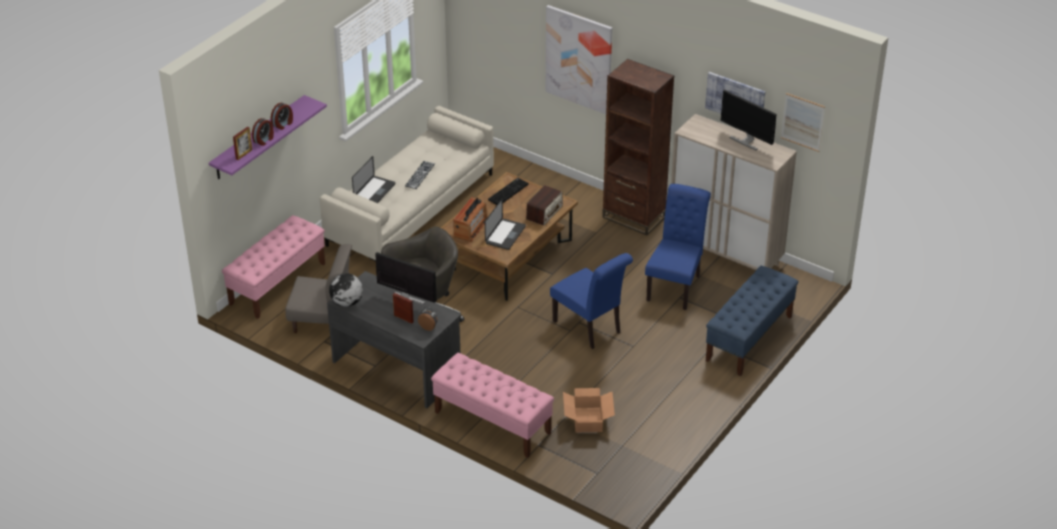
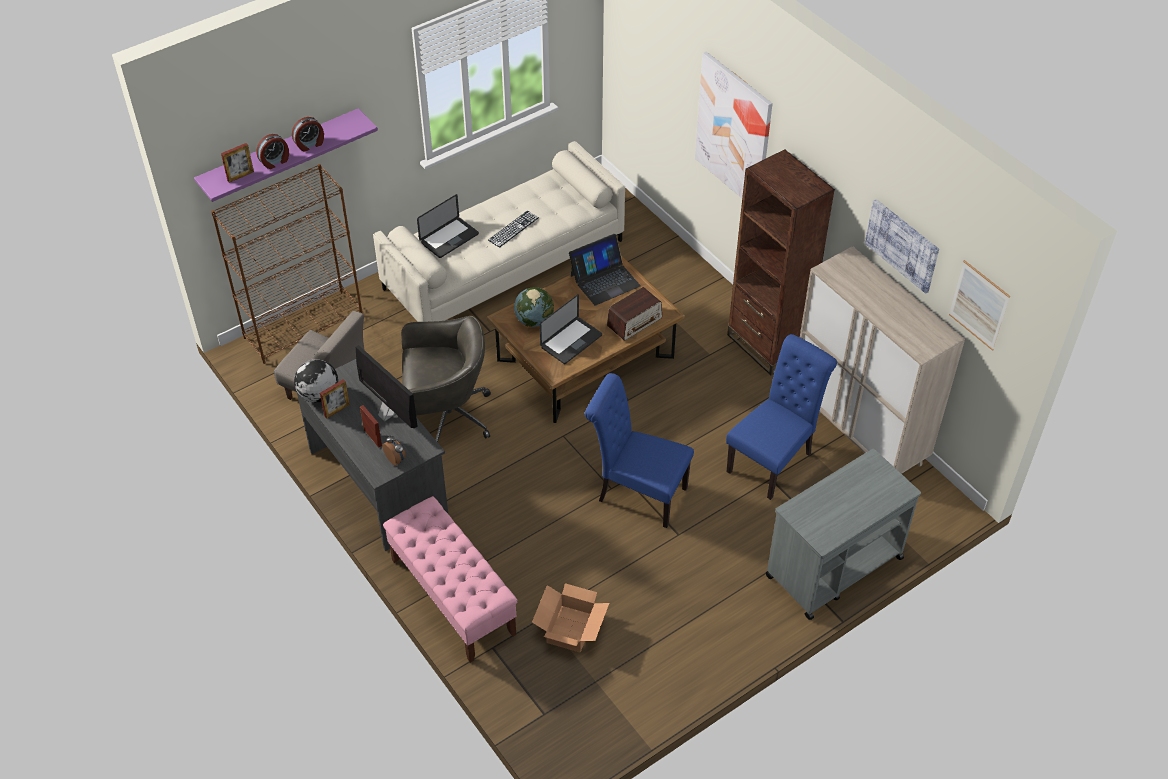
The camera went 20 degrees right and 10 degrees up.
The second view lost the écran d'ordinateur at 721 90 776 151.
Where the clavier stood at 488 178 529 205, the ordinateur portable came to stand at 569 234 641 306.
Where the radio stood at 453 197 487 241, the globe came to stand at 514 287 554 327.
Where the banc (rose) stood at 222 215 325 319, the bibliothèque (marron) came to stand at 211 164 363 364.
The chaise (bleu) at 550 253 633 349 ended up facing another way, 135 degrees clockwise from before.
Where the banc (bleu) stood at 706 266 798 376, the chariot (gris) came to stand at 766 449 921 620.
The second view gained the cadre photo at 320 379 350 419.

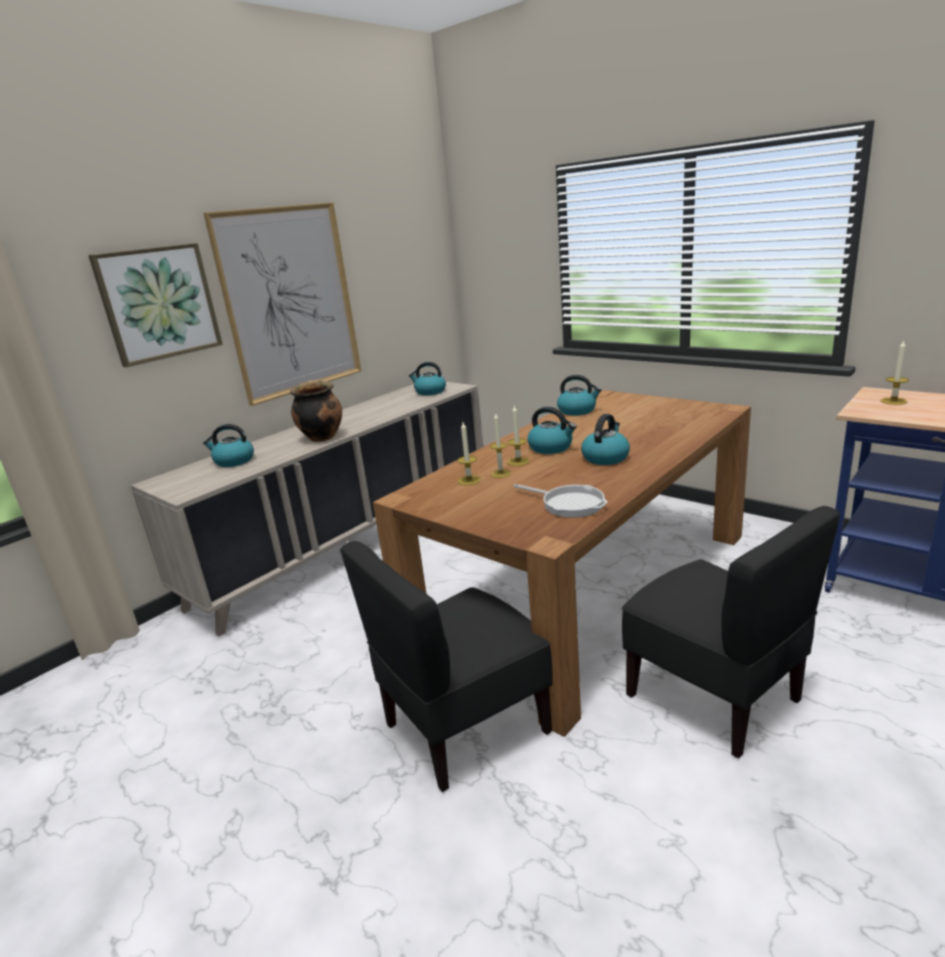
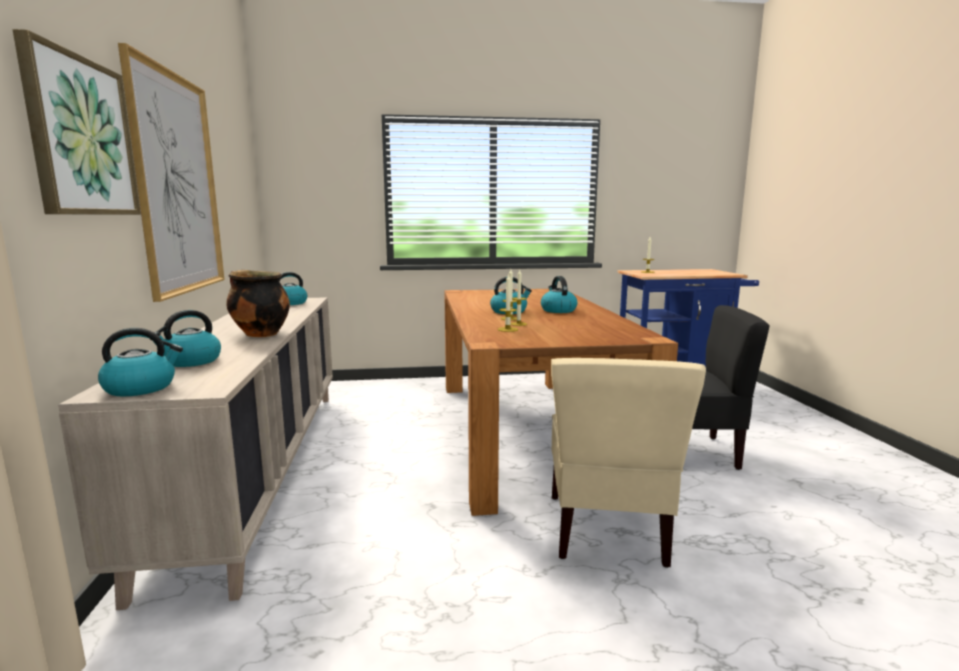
The camera went 50 degrees left and 10 degrees down.
The bouilloire ended up elsewhere, having gone from 557 375 602 416 to 98 328 183 396.
The second view lost the poêle at 513 484 608 518.
What was the chaise (noir) at 340 541 553 792 turned into the chaise (beige) at 551 358 706 568.

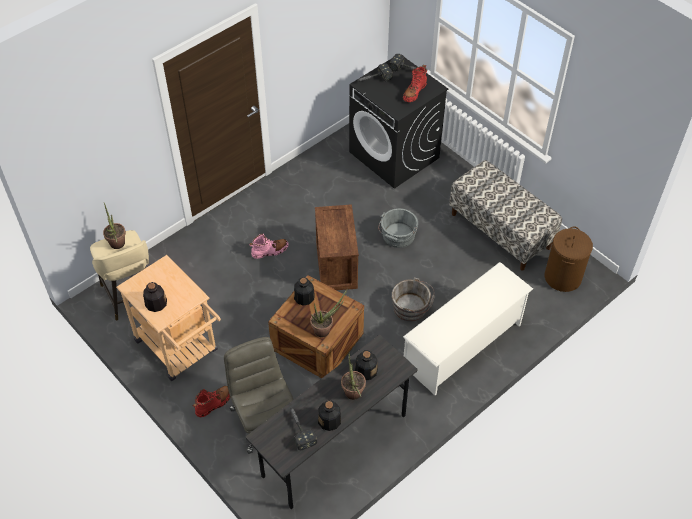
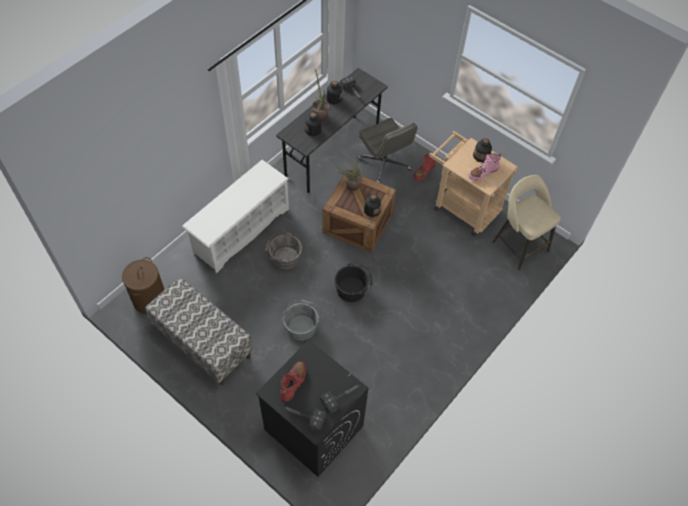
The camera went 170 degrees right and 5 degrees up.
The second view lost the plante en pot at 103 203 126 249.
Where the caisse stood at 315 204 359 290, the seau (noir) came to stand at 334 264 373 302.
The botte (rose) ended up elsewhere, having gone from 249 234 289 259 to 468 153 503 181.

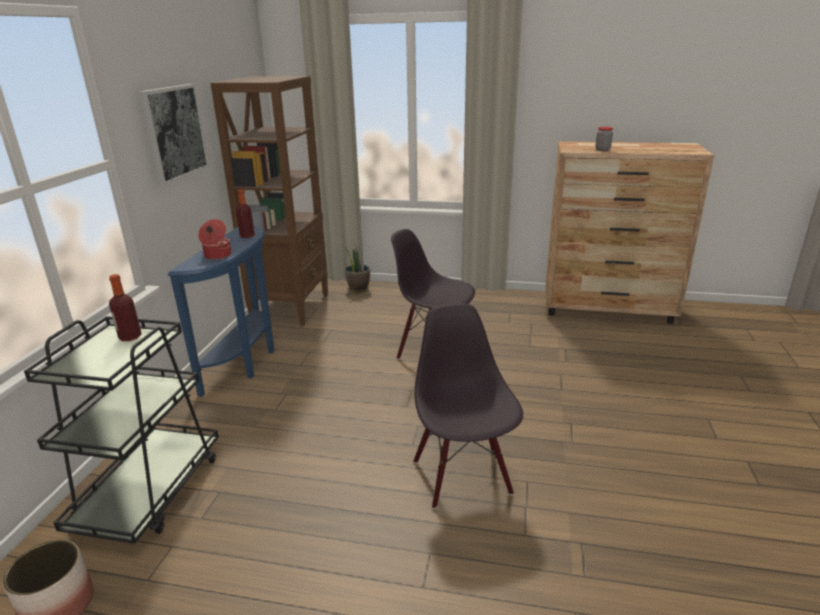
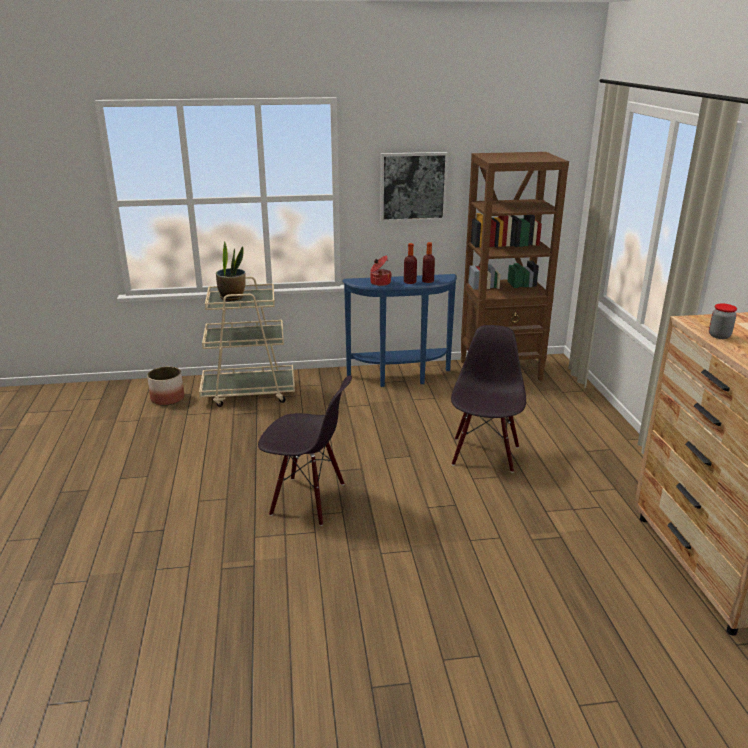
The camera went 70 degrees right and 0 degrees up.
The plante en pot ended up elsewhere, having gone from 344 244 370 293 to 216 241 246 301.
The bouteille ended up elsewhere, having gone from 109 274 142 341 to 404 243 417 284.
The chaise (noir) at 414 303 523 509 ended up facing another way, 45 degrees clockwise from before.
What was the chariot (noir) at 24 316 219 544 turned into the chariot (beige) at 199 277 295 407.

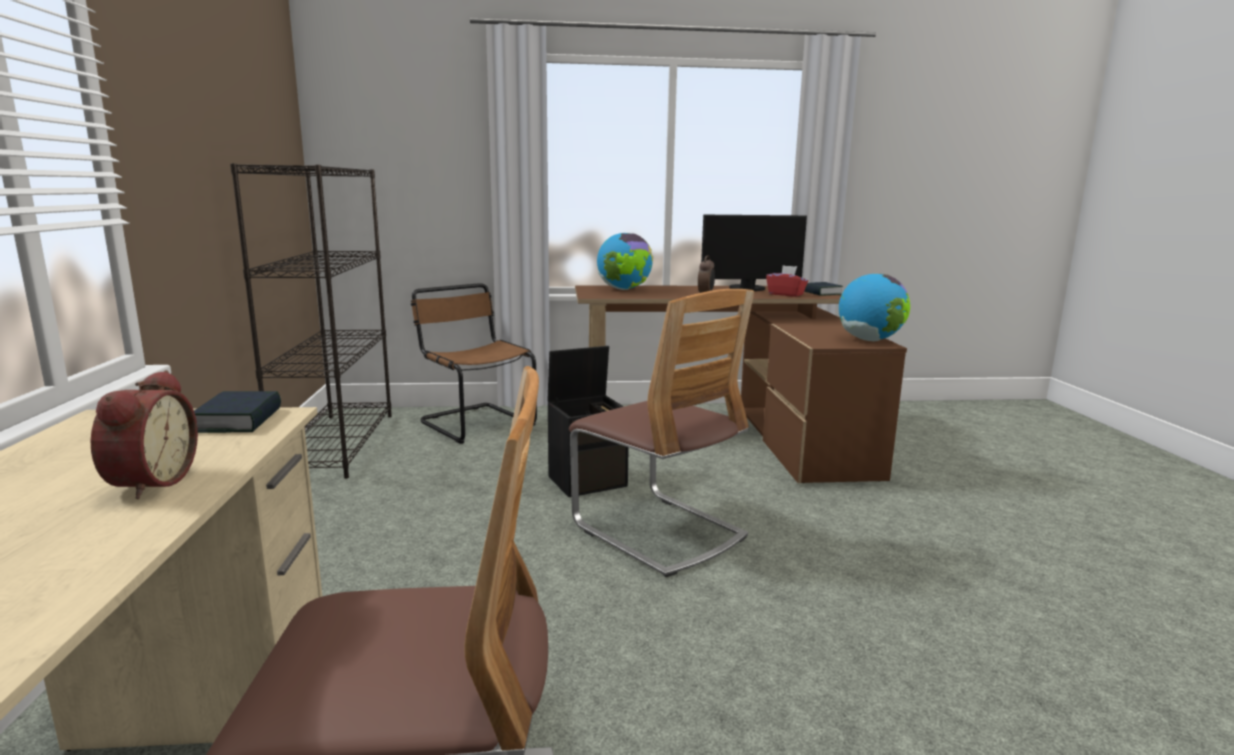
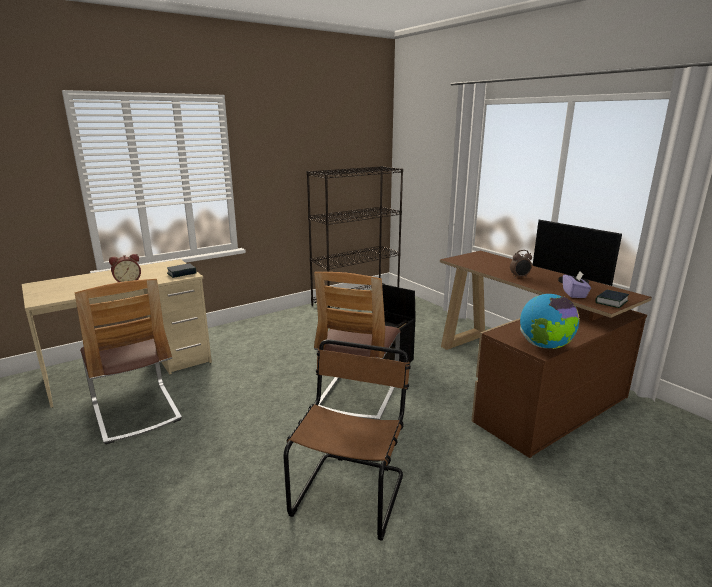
The camera went 60 degrees right and 5 degrees up.
The second view lost the globe at 597 233 653 290.
What was the boîte à mouchoirs (rouge) at 766 265 808 297 turned into the boîte à mouchoirs (violet) at 563 271 591 298.
The chaise (marron) ended up elsewhere, having gone from 411 283 537 444 to 284 339 411 540.

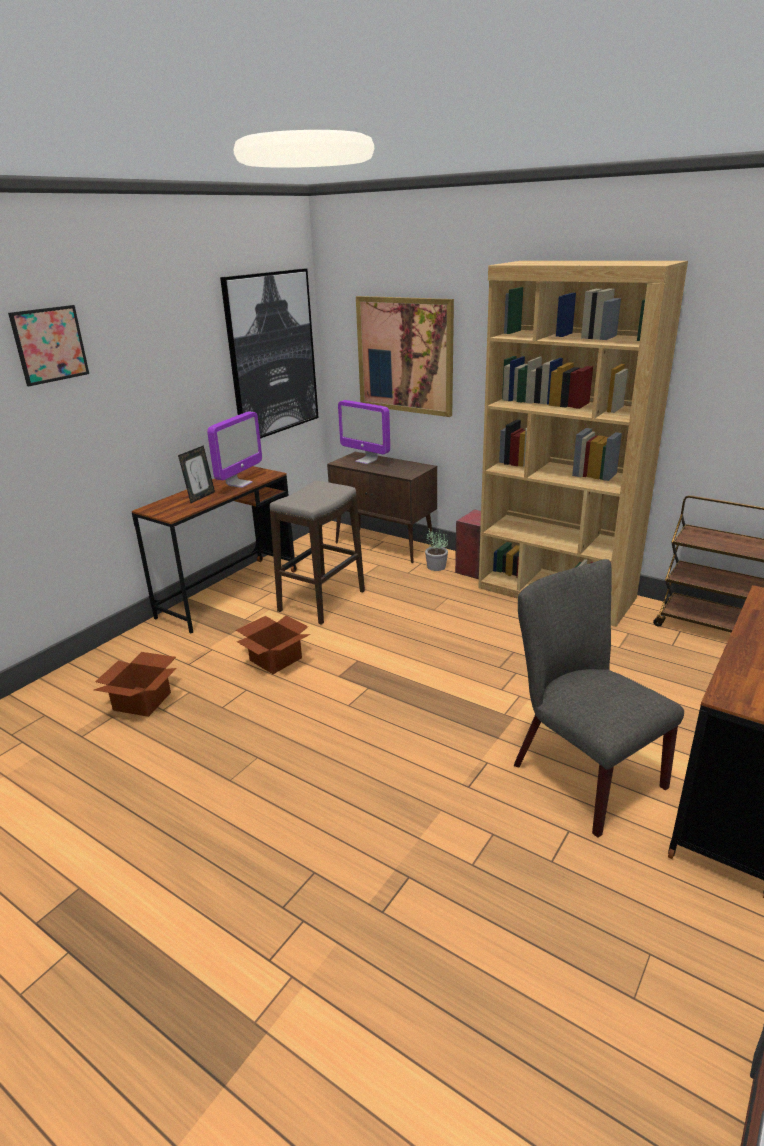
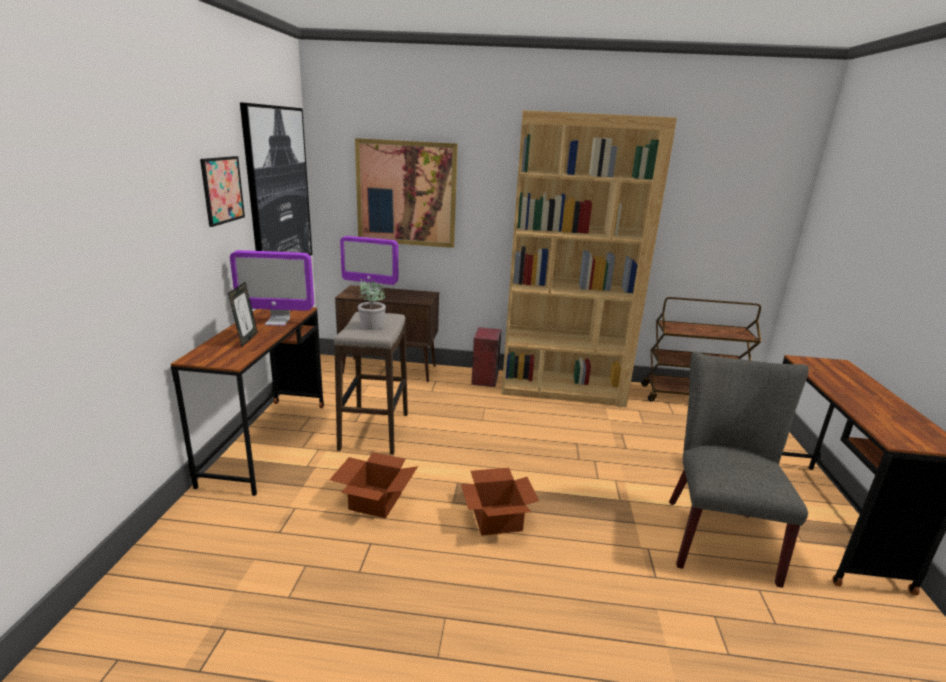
The camera went 30 degrees left and 5 degrees down.
The tableau ended up elsewhere, having gone from 8 305 89 386 to 200 156 245 227.
The écran d'ordinateur at 207 411 262 488 ended up facing another way, 90 degrees clockwise from before.
The plante en pot ended up elsewhere, having gone from 425 528 448 571 to 358 279 386 330.
The chaise (gris) at 514 559 684 838 ended up facing another way, 75 degrees clockwise from before.
The carton ended up elsewhere, having gone from 94 652 177 717 to 461 468 539 536.

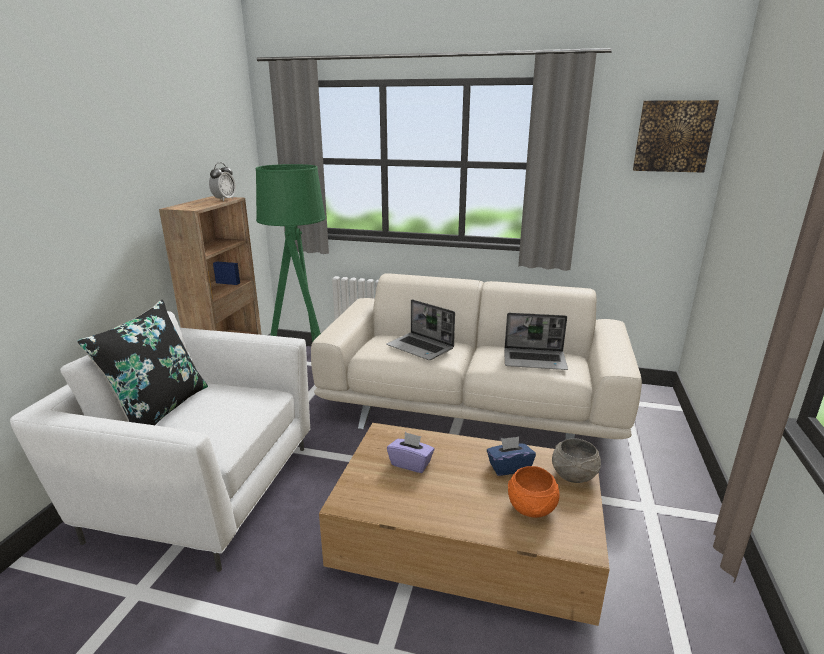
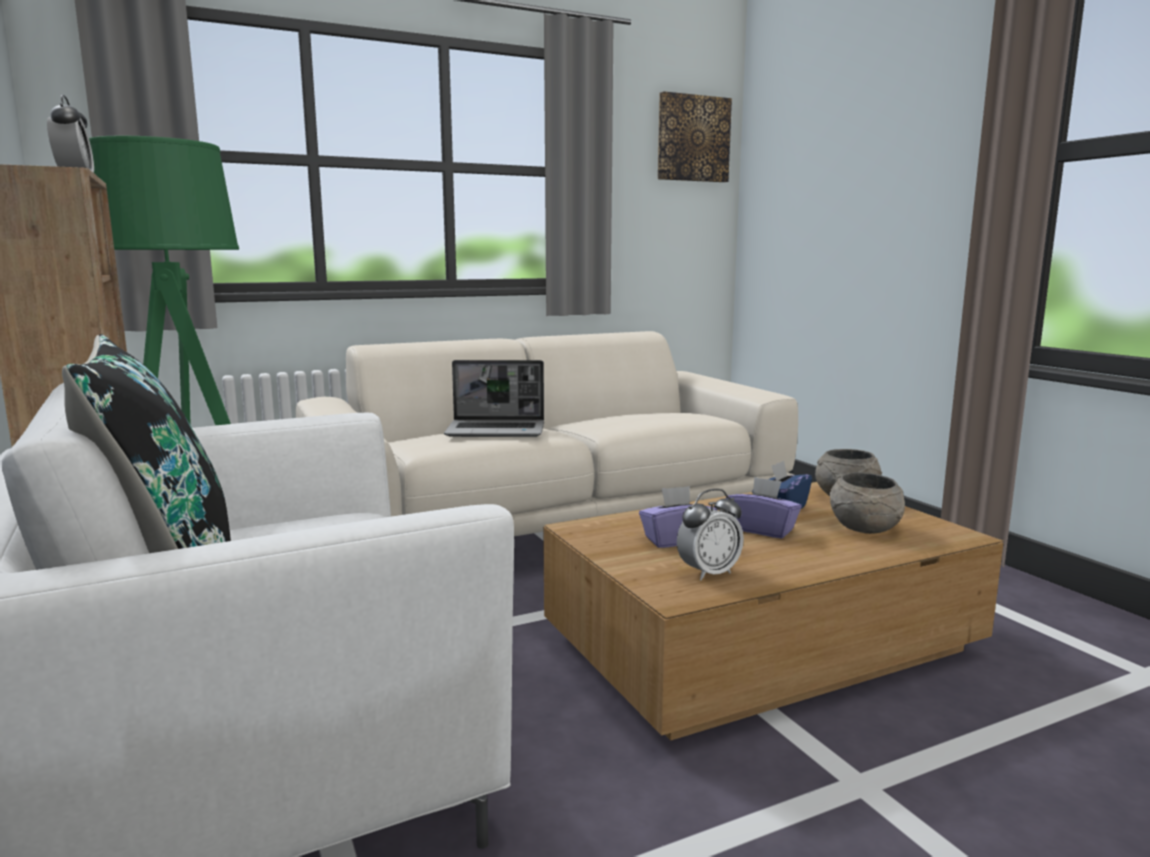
The camera went 40 degrees left and 10 degrees down.
The second view lost the ordinateur portable at 504 313 568 370.
What was the bol (orange) at 508 466 559 518 turned into the bol (gris) at 830 472 905 534.
The second view gained the boîte à mouchoirs (violet) at 726 477 802 539.
The second view gained the réveil at 677 489 744 581.

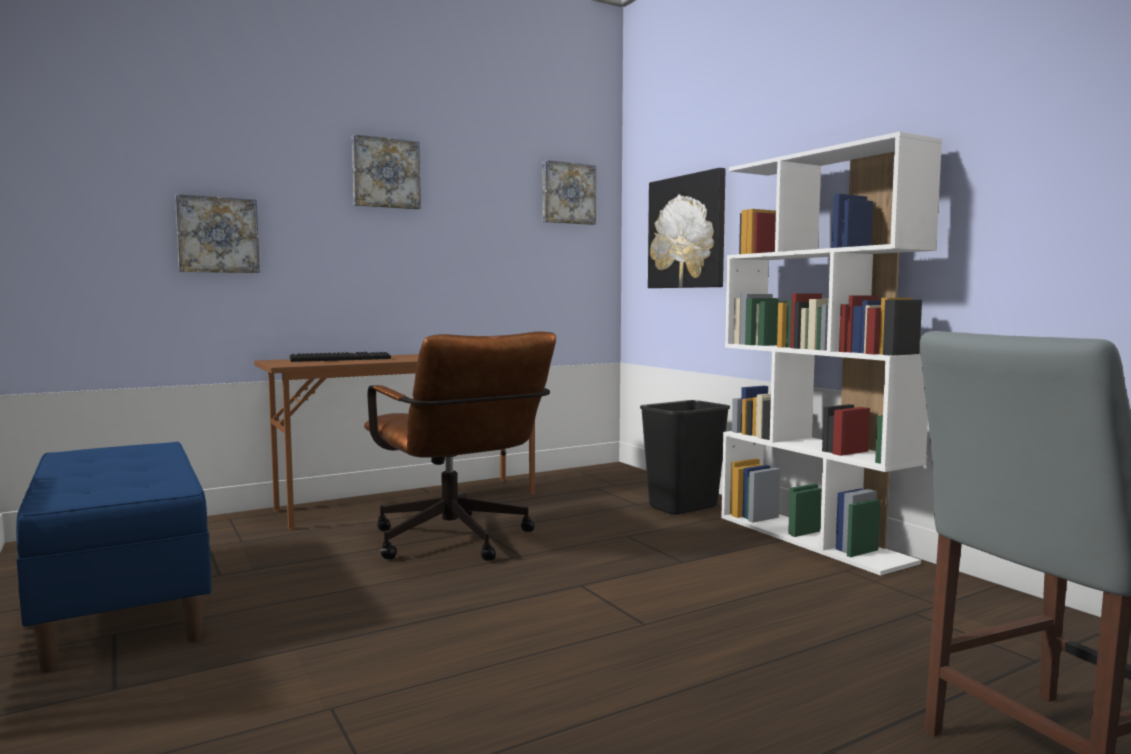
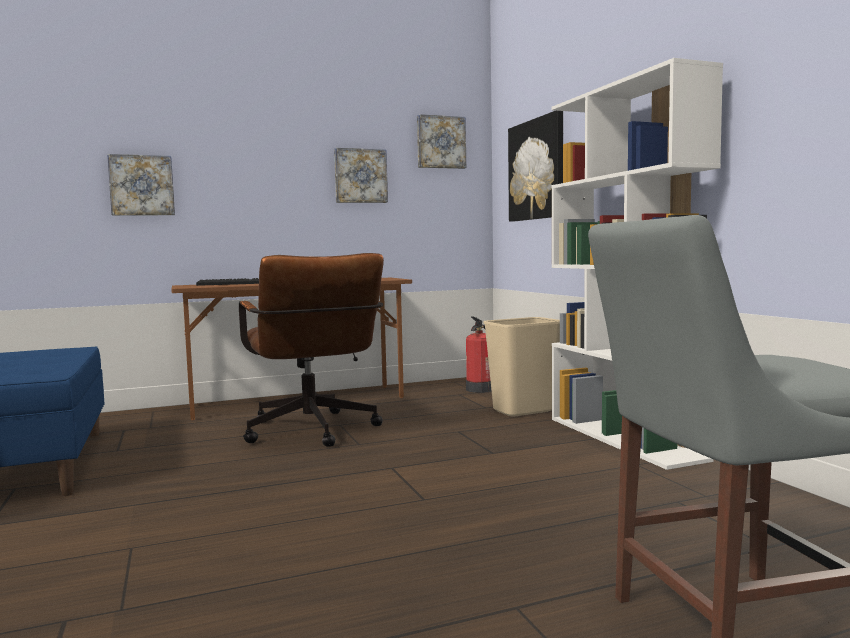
The camera went 10 degrees right and 0 degrees up.
The tableau ended up elsewhere, having gone from 352 134 421 209 to 334 148 388 203.
What was the poubelle (noir) at 640 400 730 515 turned into the poubelle (beige) at 483 317 560 416.
The second view gained the extincteur at 466 317 492 393.

